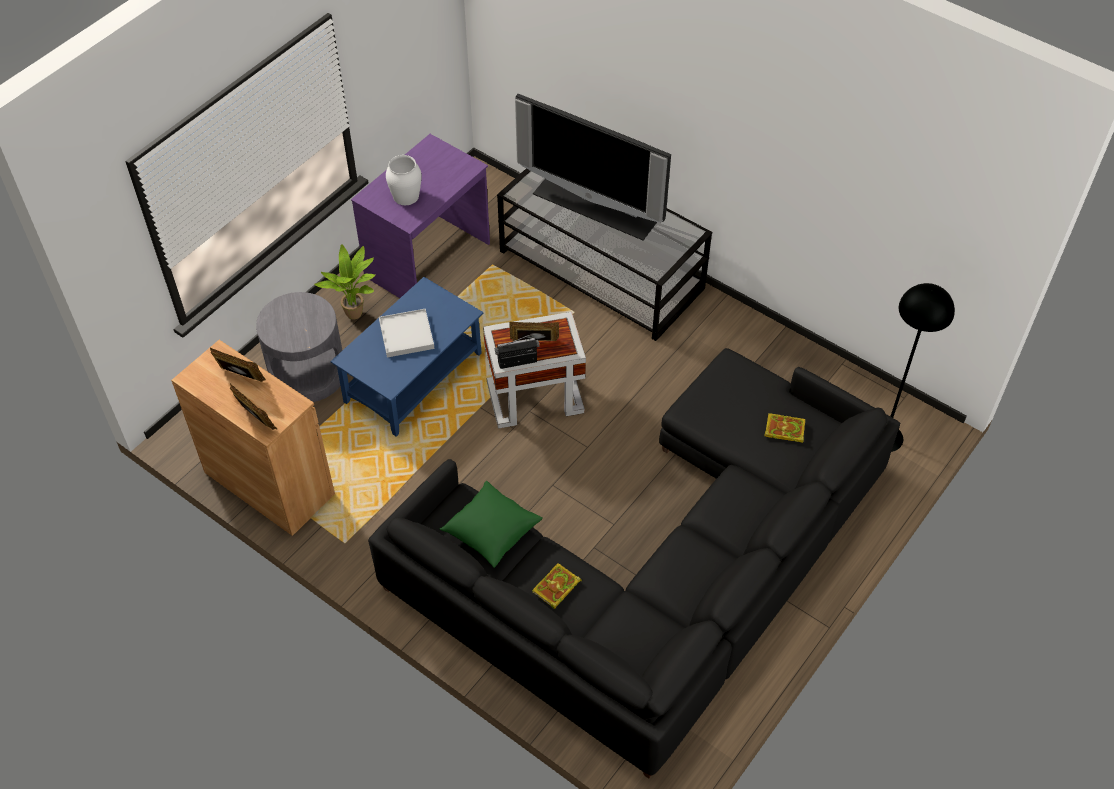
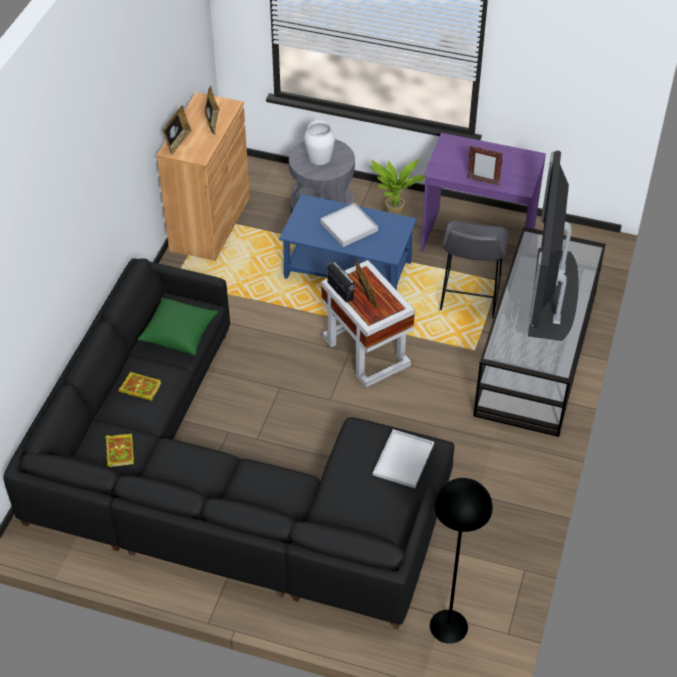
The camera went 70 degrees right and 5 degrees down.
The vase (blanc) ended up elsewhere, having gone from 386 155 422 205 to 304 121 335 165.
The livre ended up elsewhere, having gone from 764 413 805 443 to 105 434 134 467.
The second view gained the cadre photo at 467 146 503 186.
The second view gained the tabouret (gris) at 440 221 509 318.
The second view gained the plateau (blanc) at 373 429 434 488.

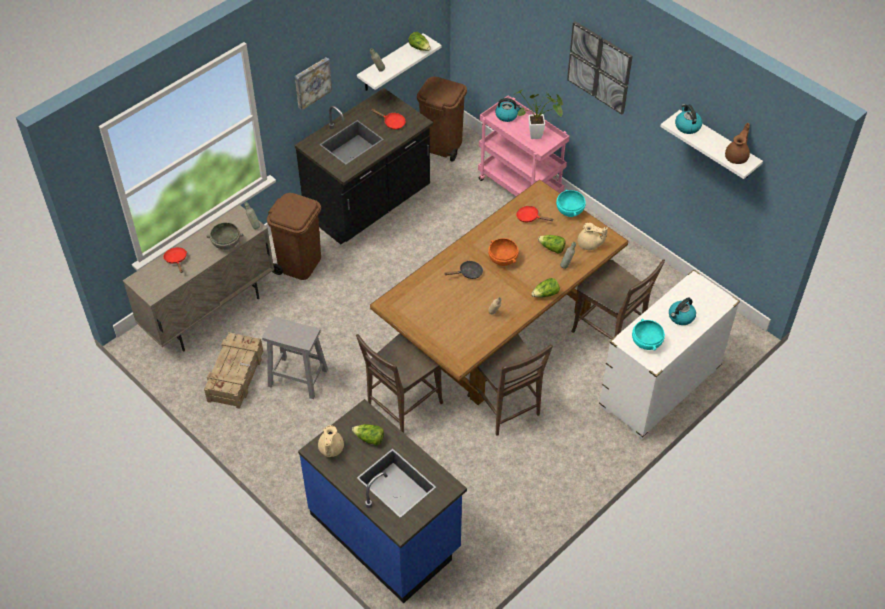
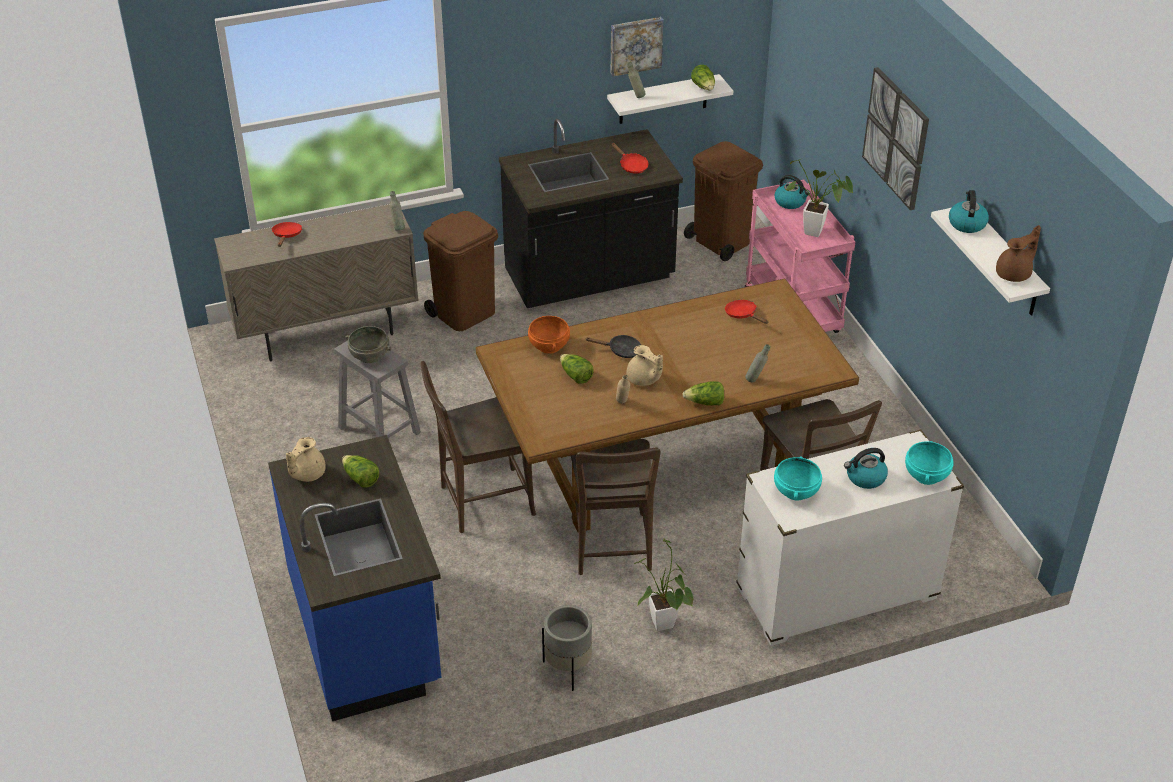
The camera went 25 degrees right and 10 degrees down.
The tableau ended up elsewhere, having gone from 295 57 332 110 to 611 17 663 76.
The bol (turquoise) ended up elsewhere, having gone from 556 190 586 217 to 905 441 954 485.
The bol (gris) ended up elsewhere, having gone from 206 222 243 250 to 345 326 391 363.
The théière (beige) ended up elsewhere, having gone from 578 223 608 250 to 626 345 663 386.
The laitue ended up elsewhere, having gone from 538 235 565 253 to 560 354 594 384.
The bol (orange) ended up elsewhere, having gone from 488 238 518 266 to 528 316 570 354.
The second view lost the caisse at 204 332 263 409.
The second view gained the plante en pot at 634 539 693 631.
The second view gained the cache-pot (gris) at 542 605 592 691.

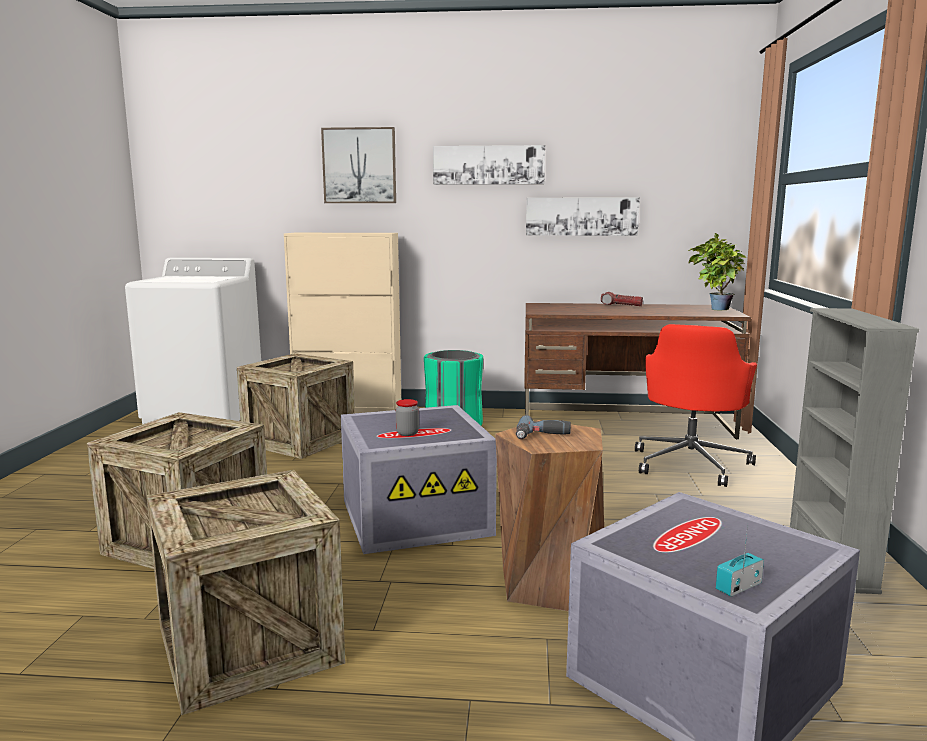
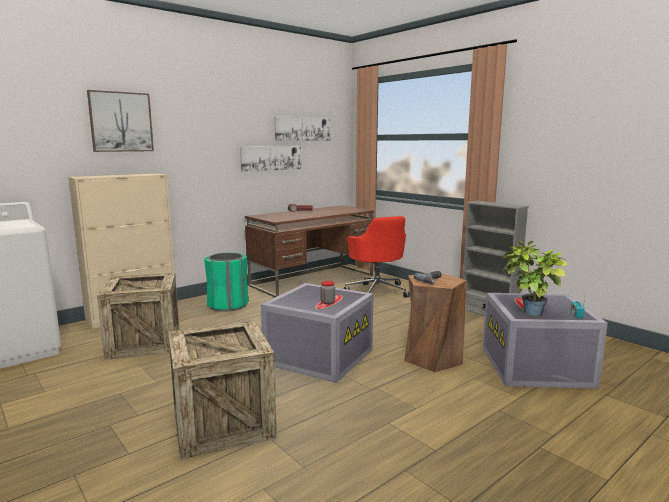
The camera went 45 degrees left and 0 degrees up.
The tableau ended up elsewhere, having gone from 433 145 545 185 to 274 116 330 141.
The plante en pot ended up elsewhere, having gone from 688 233 746 310 to 503 241 567 316.
The second view lost the caisse at 147 470 345 715.

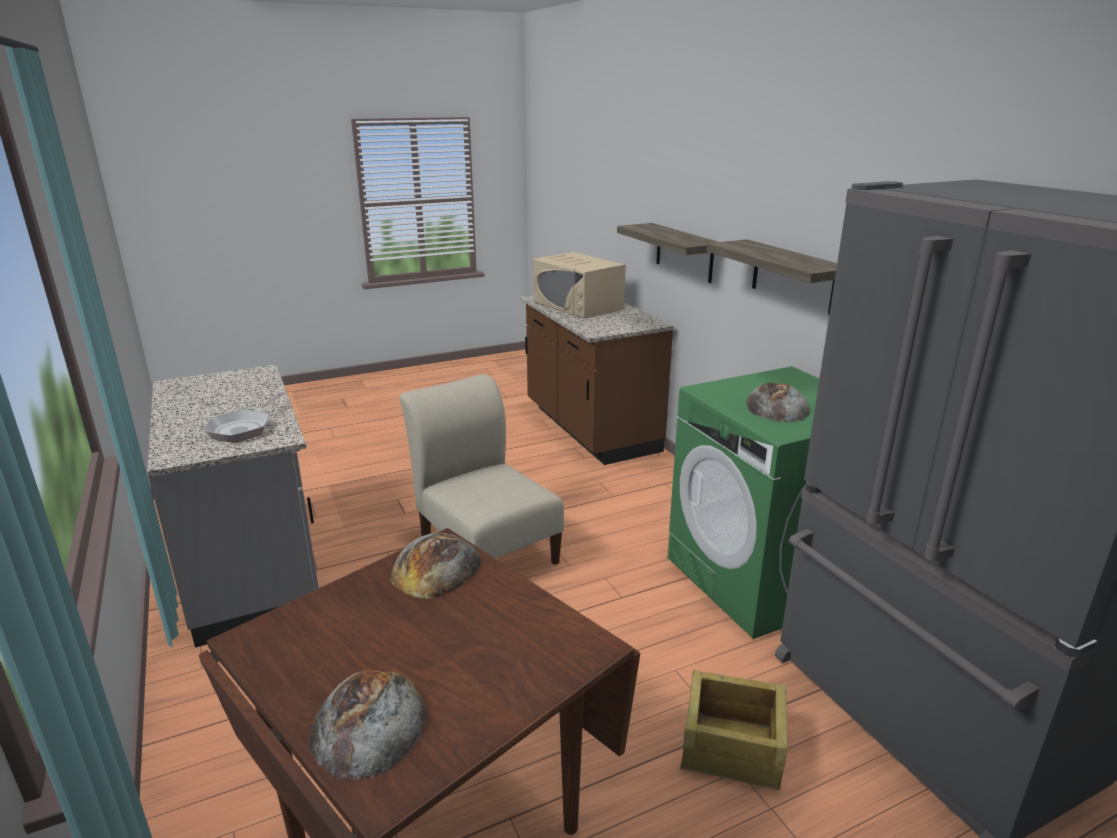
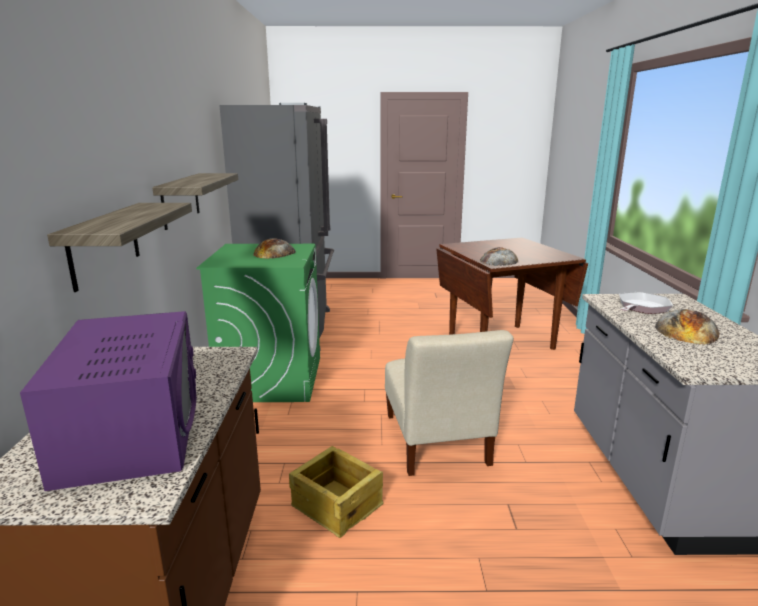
The camera went 155 degrees left and 5 degrees down.
What was the micro-ondes (beige) at 534 252 626 319 turned into the micro-ondes (violet) at 20 311 196 491.
The pain ended up elsewhere, having gone from 308 670 426 780 to 655 309 720 345.
The caisse ended up elsewhere, having gone from 680 670 787 790 to 289 446 384 538.

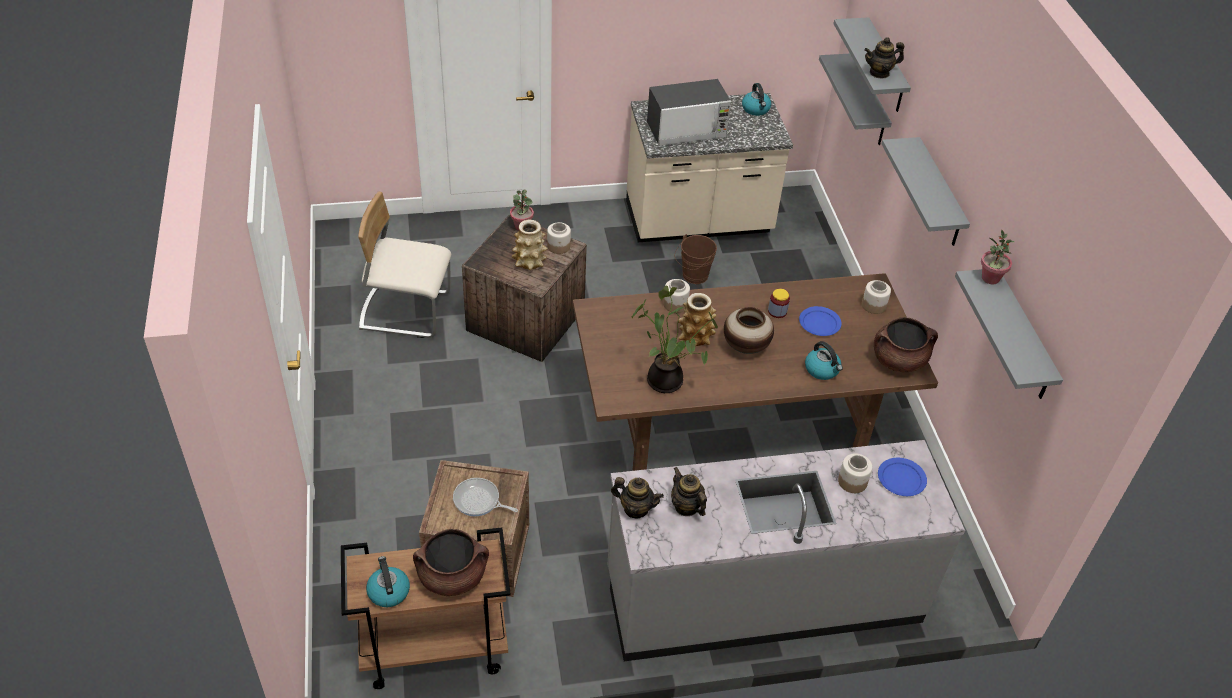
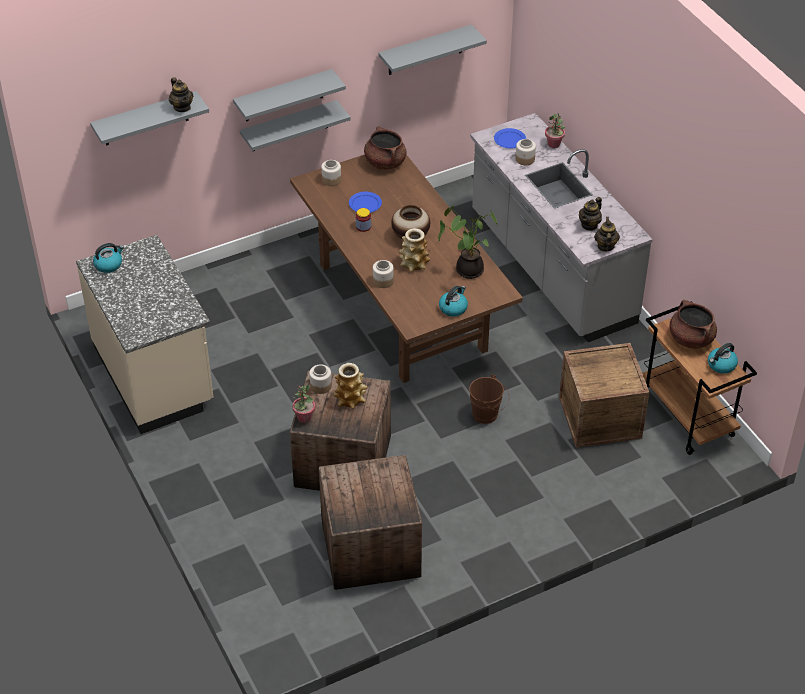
The camera went 105 degrees left and 0 degrees up.
The étagère (gris) ended up elsewhere, having gone from 819 54 892 145 to 240 100 350 151.
The second view lost the micro-ondes at 647 79 731 146.
Where the chaise (beige) stood at 358 192 451 338, the caisse came to stand at 319 455 422 590.
The plante en pot ended up elsewhere, having gone from 981 229 1014 284 to 545 113 565 148.
The seau (marron) ended up elsewhere, having gone from 674 234 717 284 to 469 374 510 424.
The bouilloire ended up elsewhere, having gone from 805 341 843 380 to 439 286 468 317.
The second view lost the poêle at 453 478 518 516.

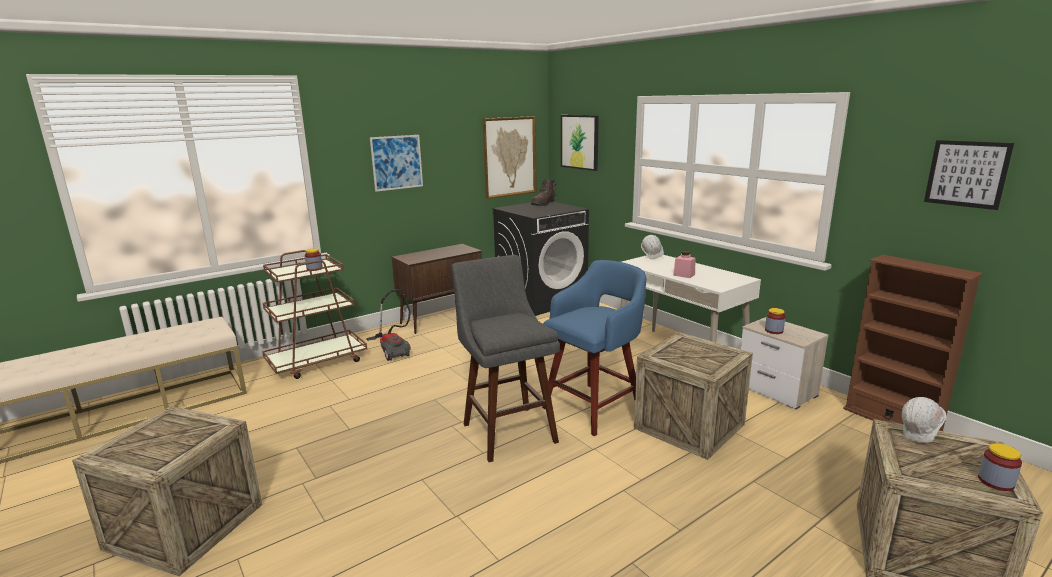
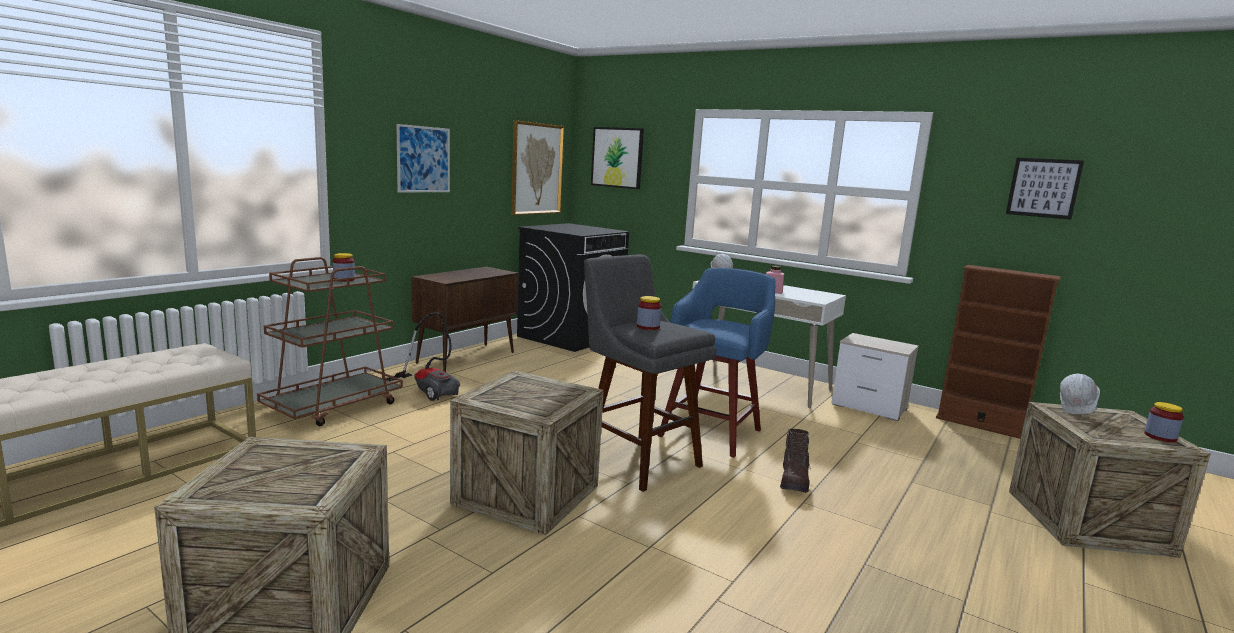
The camera went 20 degrees left and 5 degrees down.
The botte (marron) ended up elsewhere, having gone from 531 179 556 206 to 780 429 811 493.
The bocal ended up elsewhere, having gone from 765 308 786 334 to 637 296 662 330.
The caisse ended up elsewhere, having gone from 634 332 753 460 to 450 371 604 535.

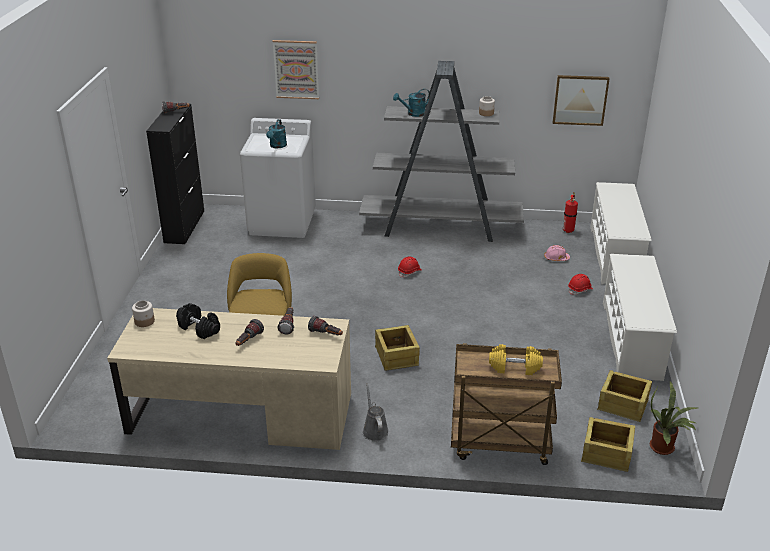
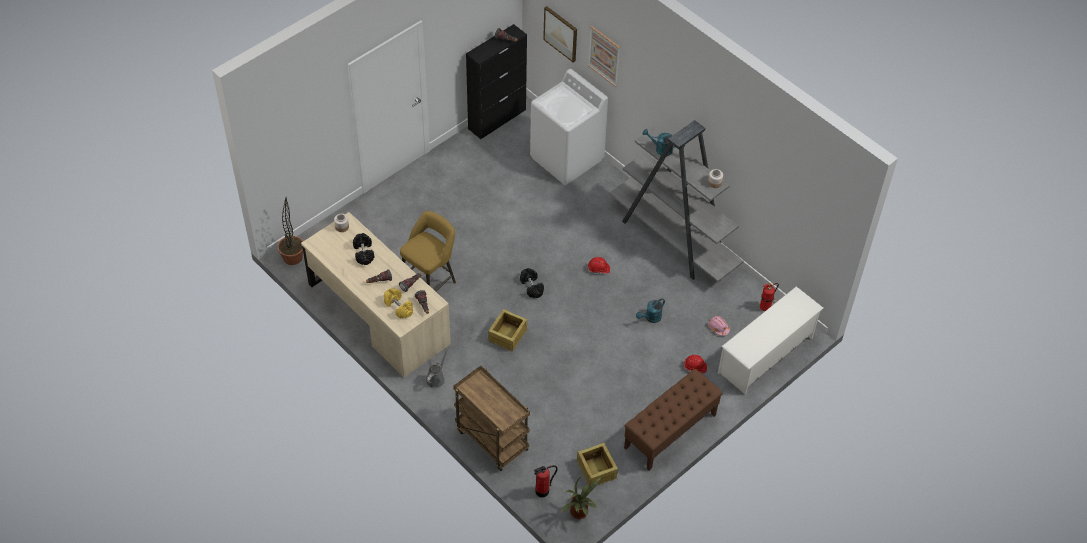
The camera went 40 degrees right and 20 degrees up.
The tableau ended up elsewhere, having gone from 553 75 610 126 to 543 6 577 63.
The arrosoir (turquoise) ended up elsewhere, having gone from 266 119 287 148 to 636 298 665 323.
Where the étagère à chaussures (blanc) stood at 603 254 677 381, the banc (marron) came to stand at 624 369 723 471.
The haltère (jaune) ended up elsewhere, having gone from 489 344 543 375 to 384 288 413 318.
Where the caisse stood at 581 417 635 472, the extincteur came to stand at 534 465 558 498.
The second view gained the plante en pot at 278 197 303 265.
The second view gained the haltère (noir) at 520 268 544 298.

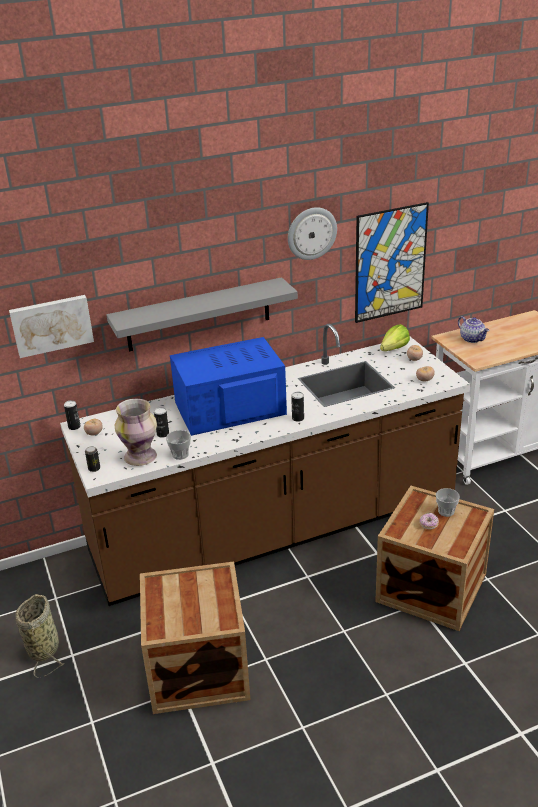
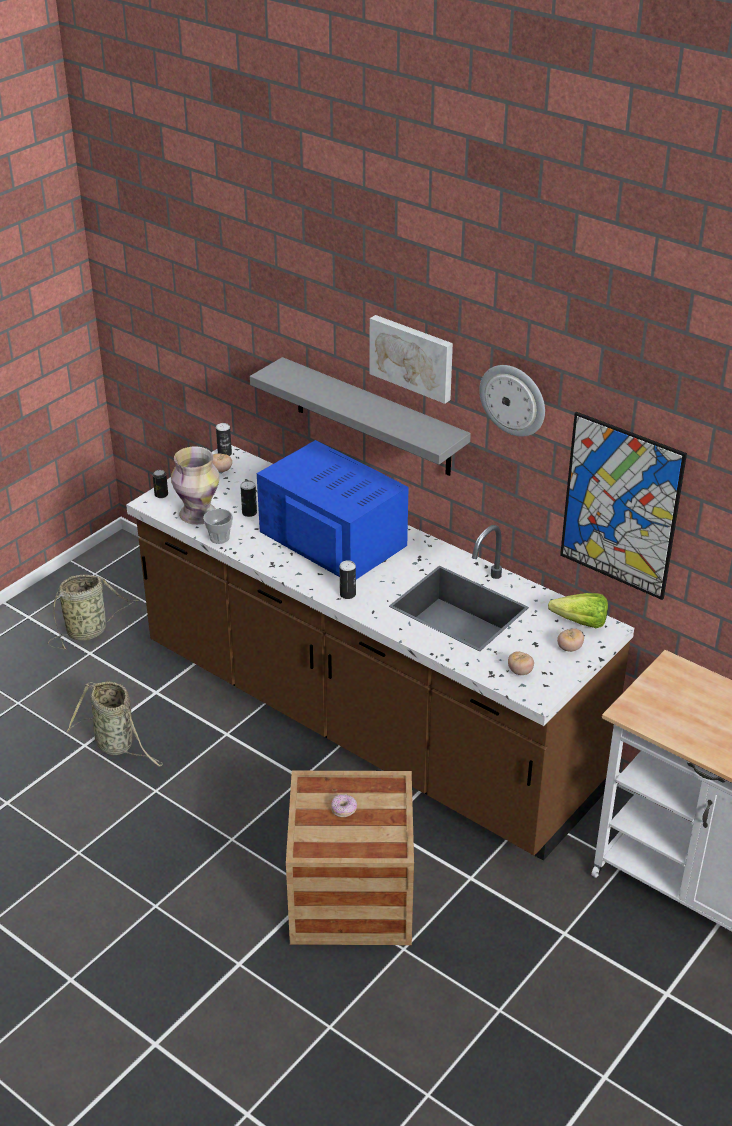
The camera went 60 degrees right and 5 degrees up.
The tableau ended up elsewhere, having gone from 9 295 94 358 to 370 315 453 404.
The second view lost the théière at 458 316 489 343.
The second view lost the tasse at 436 488 460 517.
Where the caisse stood at 140 562 250 714, the panier came to stand at 67 682 163 767.

